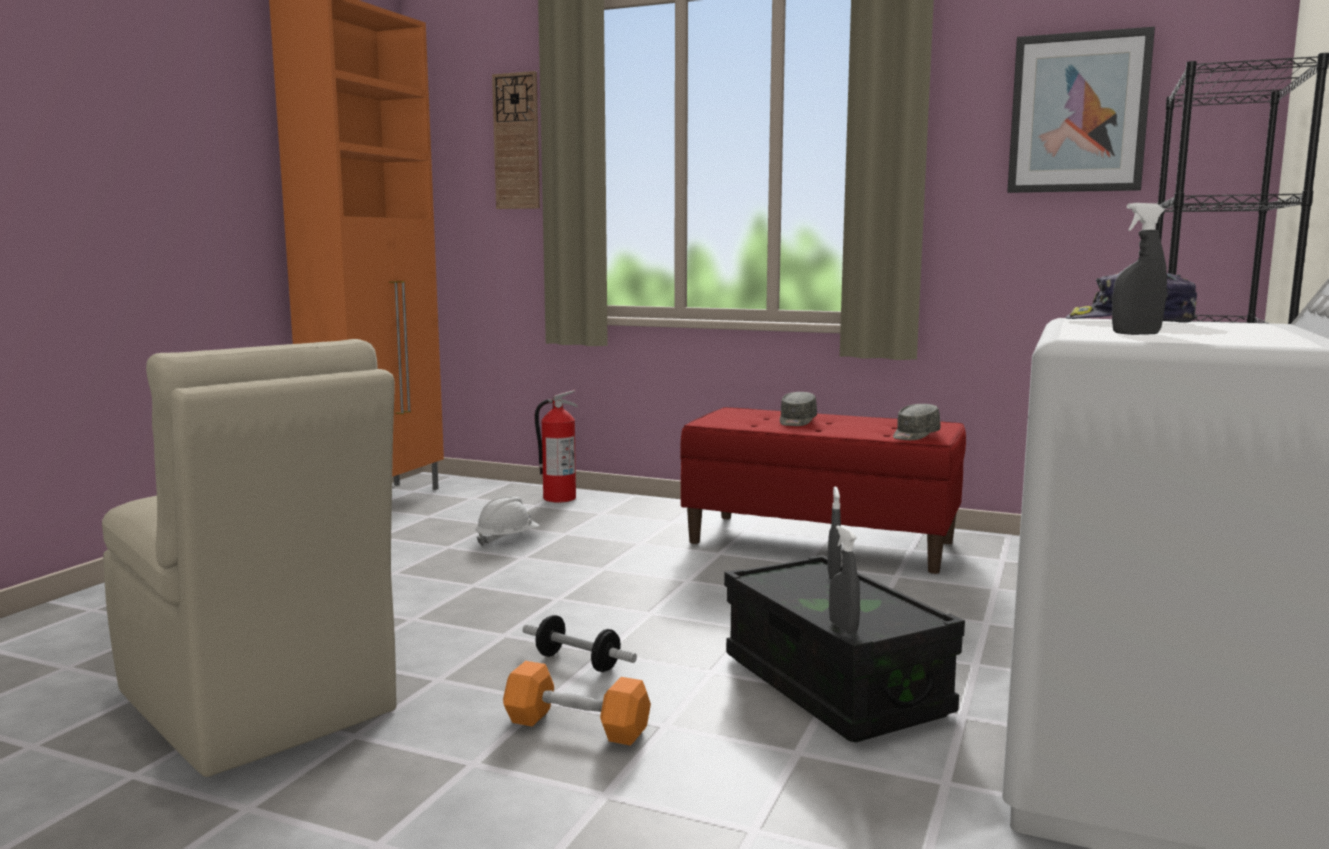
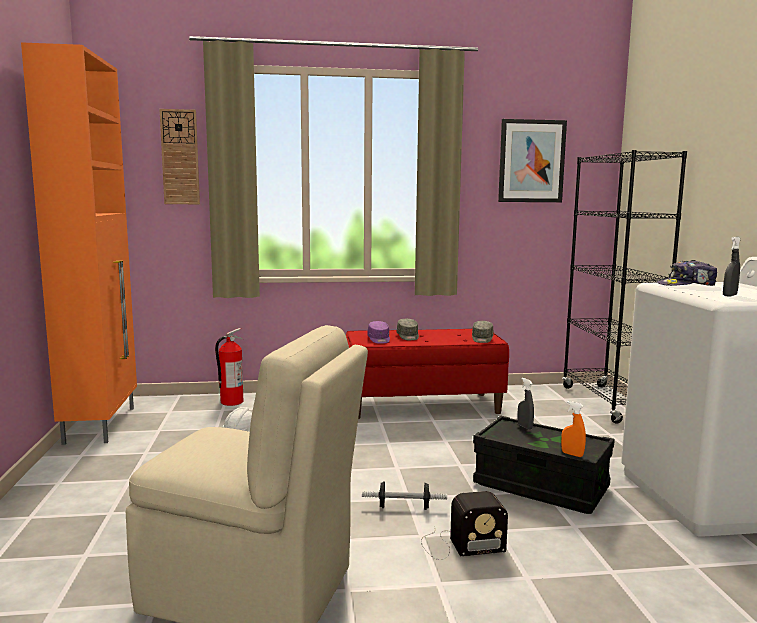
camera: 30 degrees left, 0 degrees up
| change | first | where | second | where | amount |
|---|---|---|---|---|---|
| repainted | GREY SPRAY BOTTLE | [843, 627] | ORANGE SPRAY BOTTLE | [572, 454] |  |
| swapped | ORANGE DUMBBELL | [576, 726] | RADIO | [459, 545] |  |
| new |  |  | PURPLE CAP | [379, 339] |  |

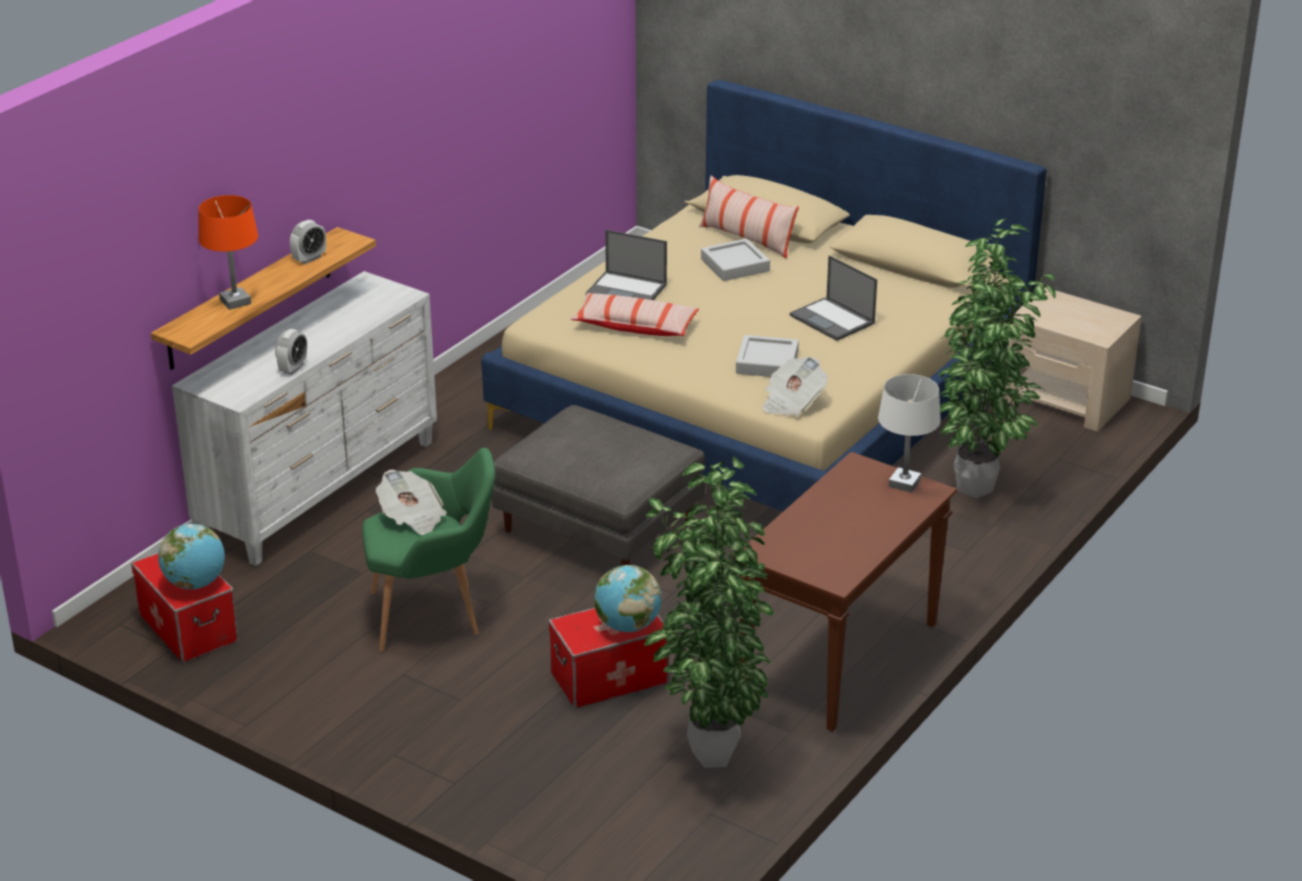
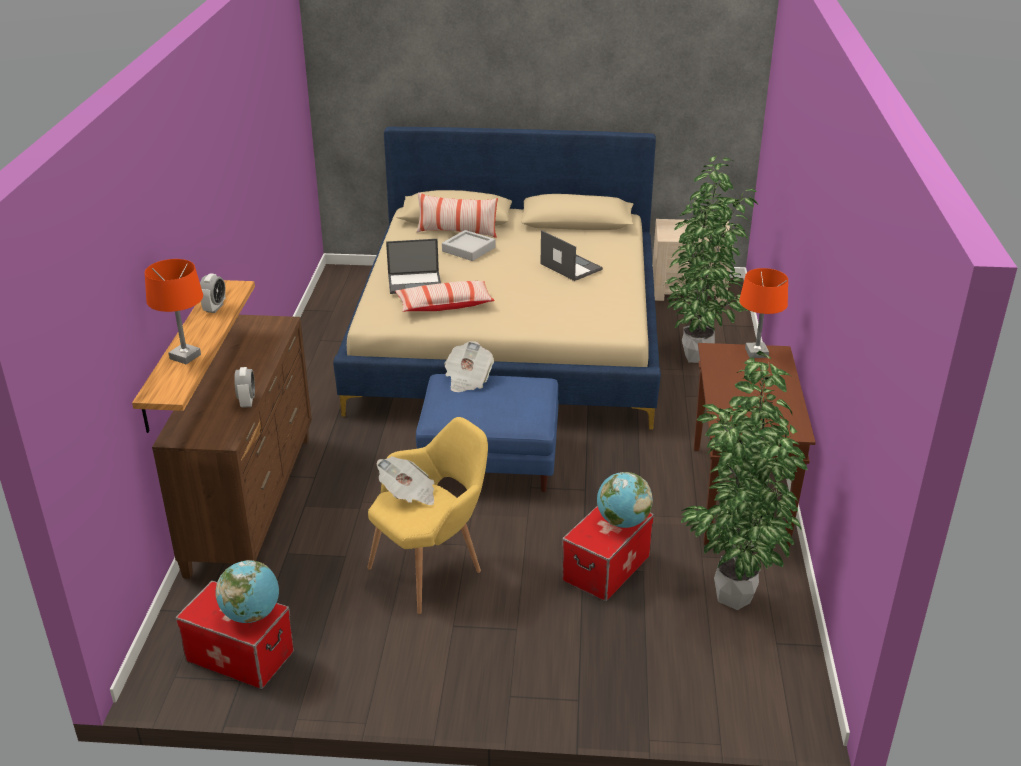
camera: 30 degrees left, 0 degrees up
| change | first | where | second | where | amount |
|---|---|---|---|---|---|
| rotated | LAPTOP | [833, 320] |  | [570, 266] | 150 degrees counterclockwise |
| repainted | WHITE DRESSER | [320, 490] | BROWN DRESSER | [253, 502] |  |
| gone | GREY TRAY | [767, 362] |  |  |  |
| shifted | NEWSPAPER | [792, 402] |  | [467, 379] |  |
| repainted | WHITE TABLE LAMP | [904, 483] | ORANGE TABLE LAMP | [756, 353] |  |
| repainted | GREY OTTOMAN | [601, 528] | BLUE OTTOMAN | [491, 461] |  |
| repainted | GREEN ARMCHAIR | [434, 615] | YELLOW ARMCHAIR | [433, 569] |  |

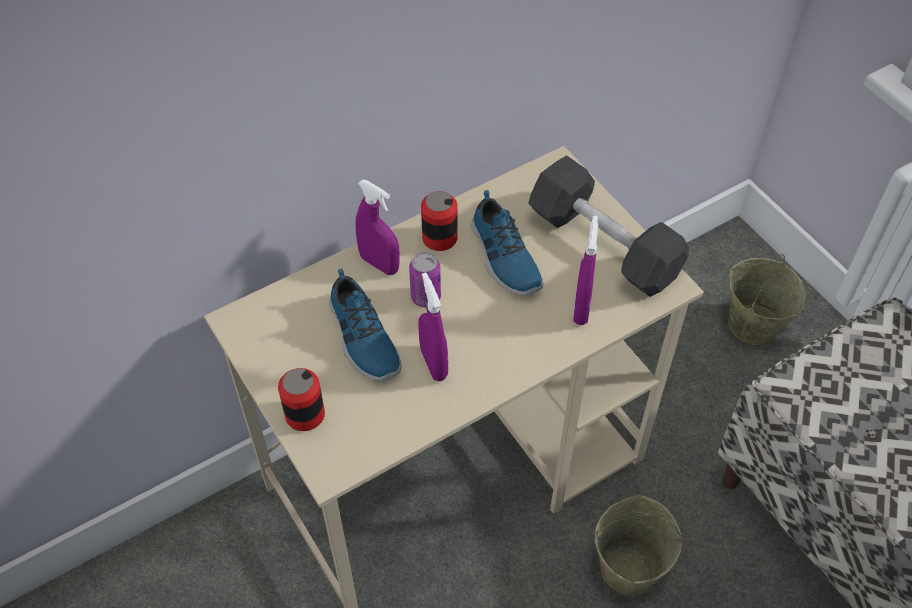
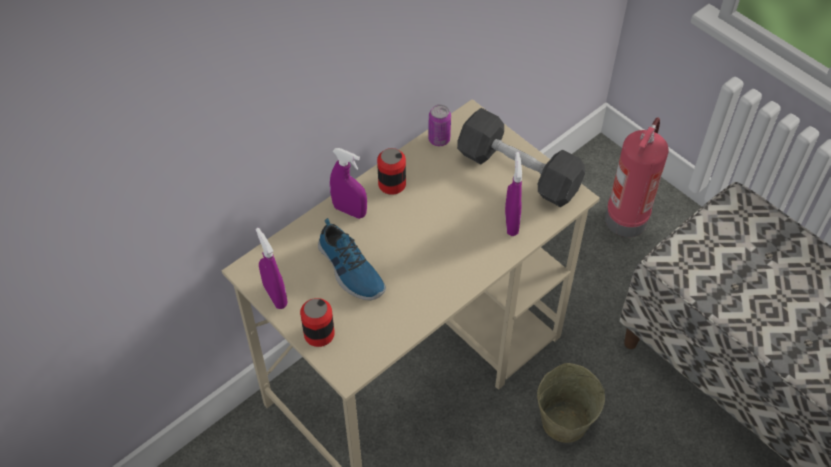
camera: 10 degrees left, 0 degrees up
| change | first | where | second | where | amount |
|---|---|---|---|---|---|
| gone | SHOE | [503, 257] |  |  |  |
| shifted | CAN | [425, 297] |  | [439, 139] |  |
| swapped | BEIGE BUCKET | [752, 324] | FIRE EXTINGUISHER | [626, 218] |  |
| shifted | PURPLE SPRAY BOTTLE | [433, 363] |  | [275, 296] |  |

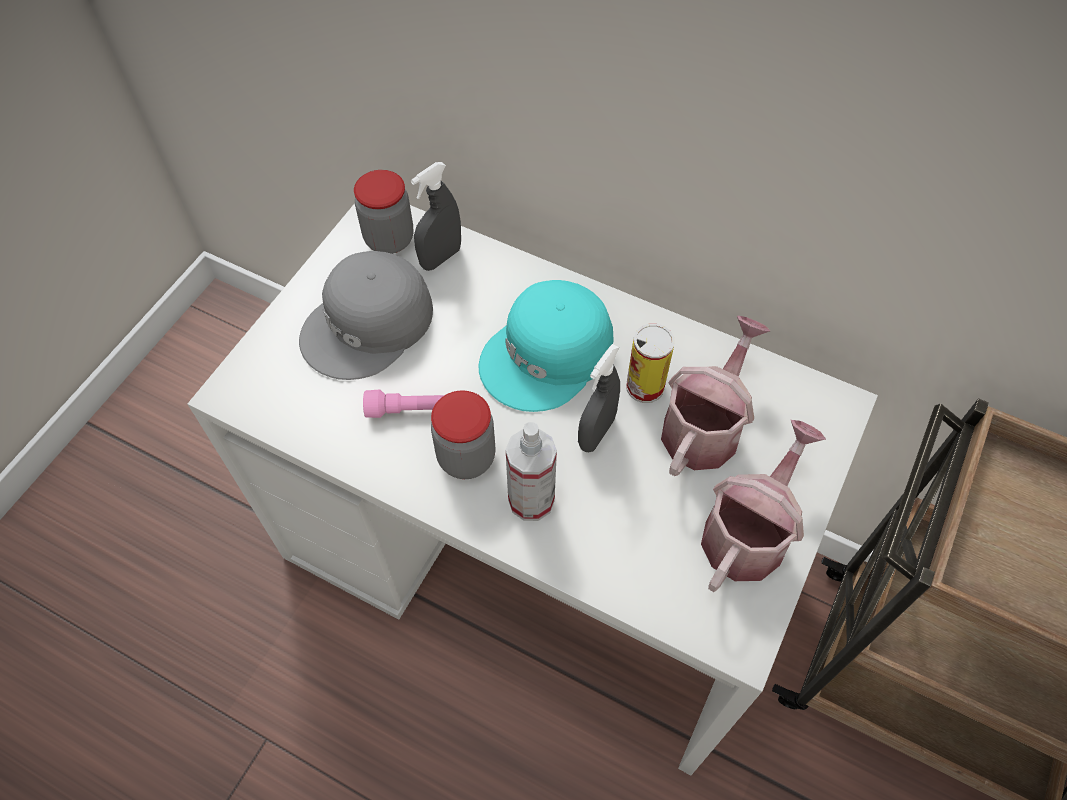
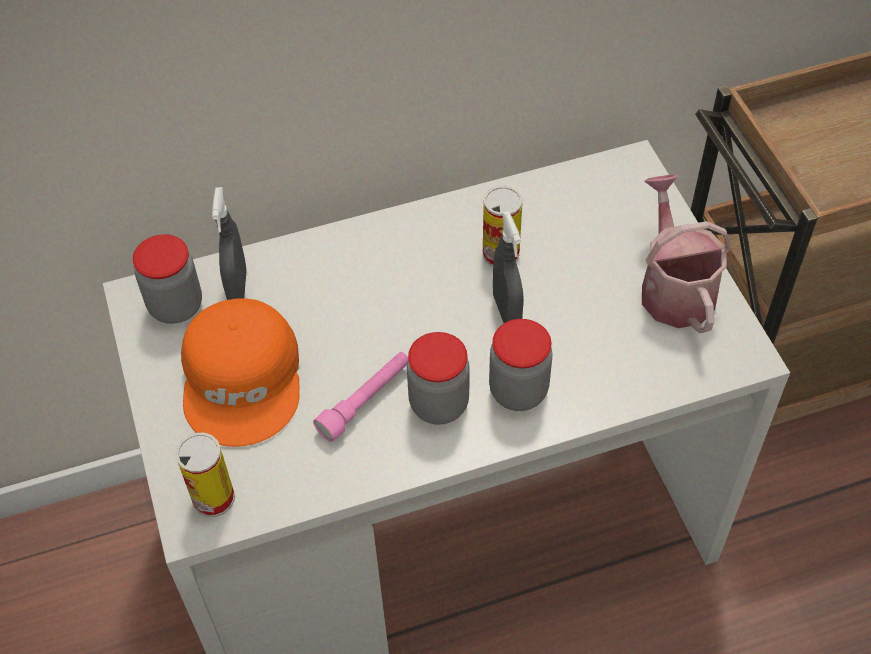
camera: 45 degrees left, 5 degrees down
| change | first | where | second | where | amount |
|---|---|---|---|---|---|
| repainted | GREY CAP | [369, 325] | ORANGE CAP | [244, 379] |  |
| gone | TURQUOISE CAP | [548, 355] |  |  |  |
| gone | WATERING CAN | [705, 426] |  |  |  |
| swapped | SPRAY BOTTLE | [531, 500] | JAR | [518, 391] |  |
| new |  |  | CAN | [213, 498] |  |

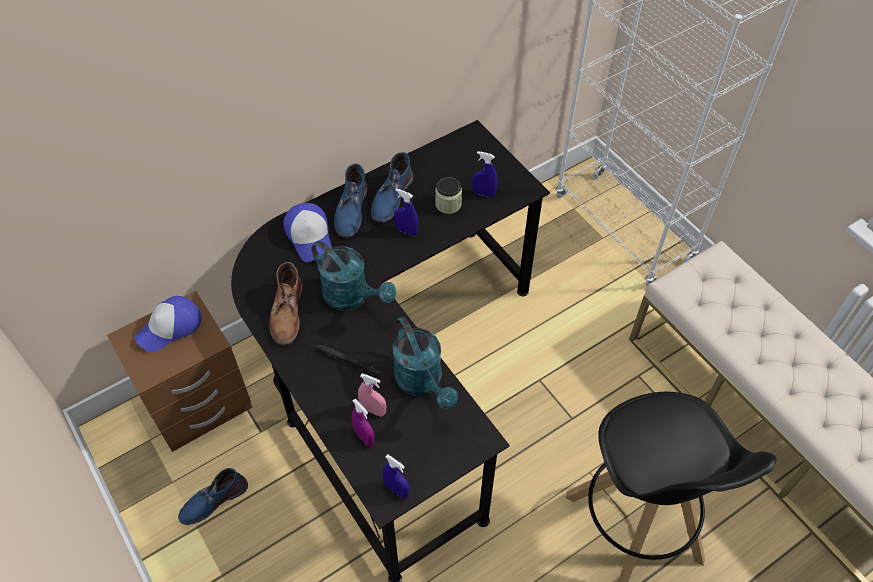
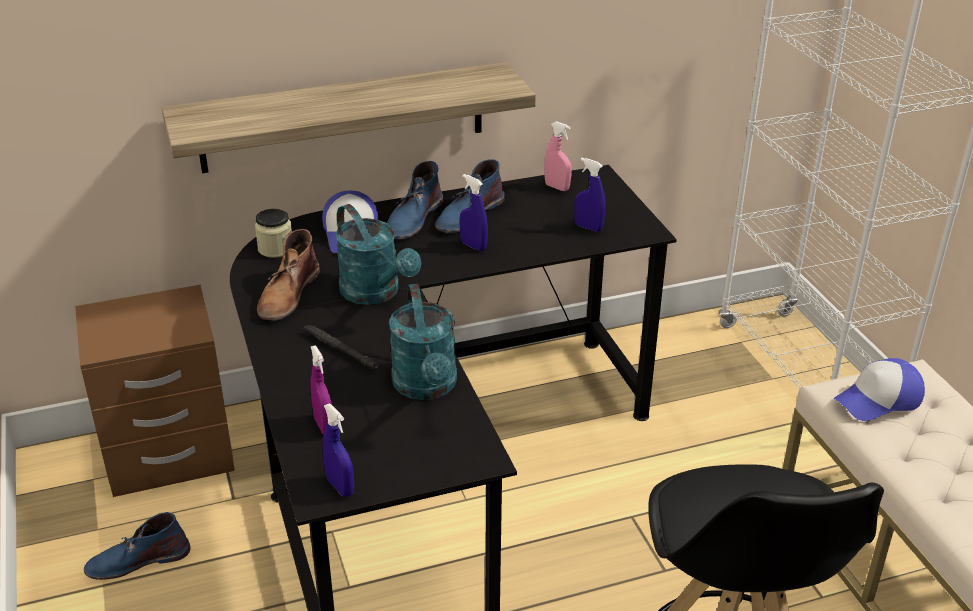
camera: 15 degrees right, 20 degrees down
| change | first | where | second | where | amount |
|---|---|---|---|---|---|
| shifted | JAR | [448, 204] |  | [275, 248] |  |
| shifted | CAP | [170, 328] |  | [879, 400] |  |
| shifted | PINK SPRAY BOTTLE | [373, 410] |  | [557, 187] |  |
| new |  |  | SHELF | [343, 117] |  |

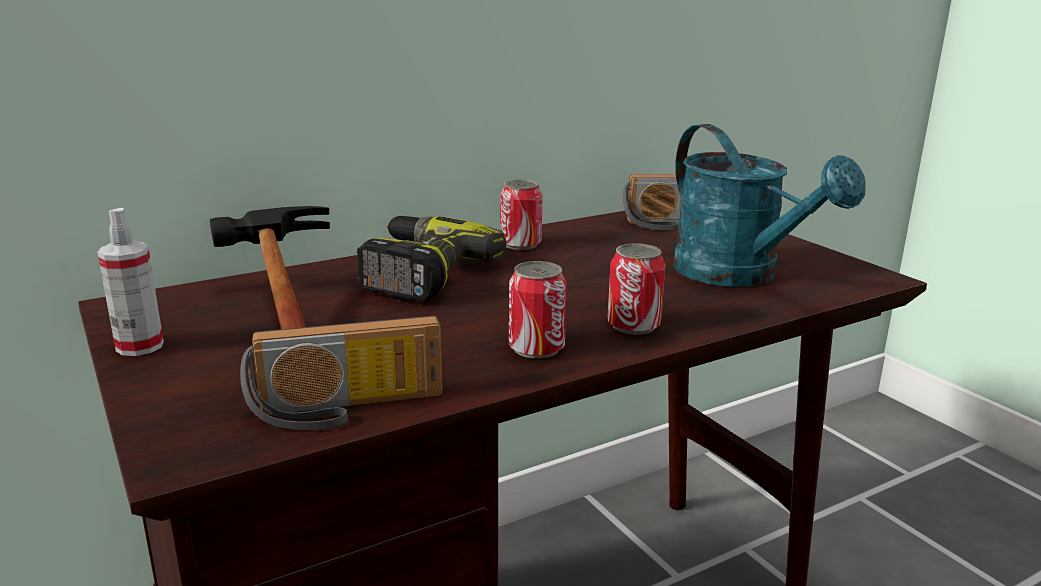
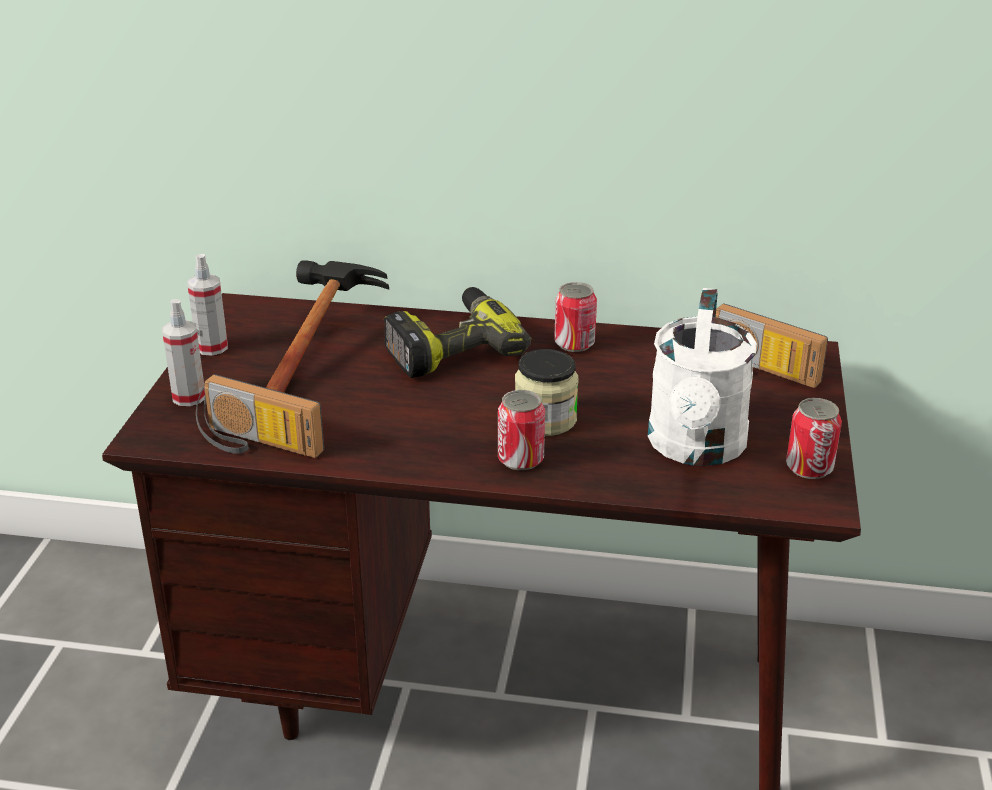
camera: 40 degrees right, 10 degrees up
| change | first | where | second | where | amount |
|---|---|---|---|---|---|
| repainted | TURQUOISE WATERING CAN | [739, 275] | WHITE WATERING CAN | [696, 448] |  |
| shifted | CAN | [536, 348] |  | [809, 468] |  |
| new |  |  | SPRAY BOTTLE | [189, 397] |  |
| new |  |  | JAR | [545, 420] |  |

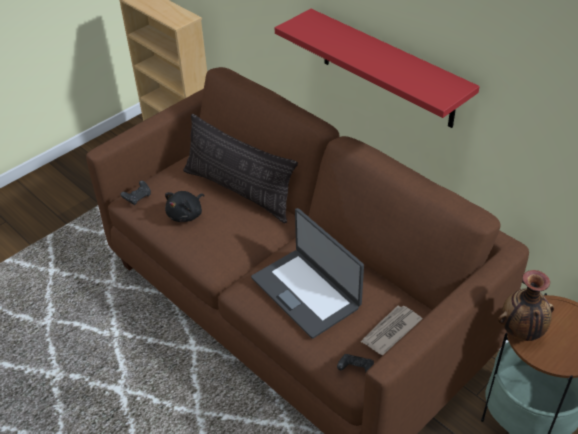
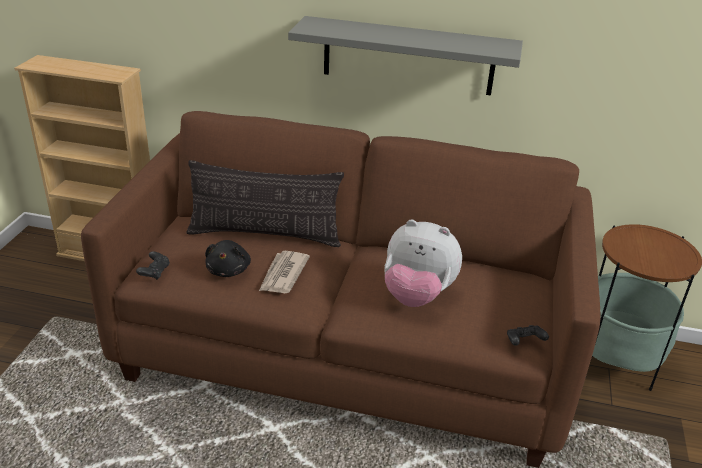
camera: 35 degrees left, 10 degrees down
| change | first | where | second | where | amount |
|---|---|---|---|---|---|
| repainted | RED SHELF | [387, 69] | GREY SHELF | [408, 56] |  |
| swapped | LAPTOP | [306, 292] | PLUSH TOY | [417, 295] |  |
| gone | VASE | [521, 331] |  |  |  |
| shifted | NEWSPAPER | [391, 332] |  | [283, 274] |  |

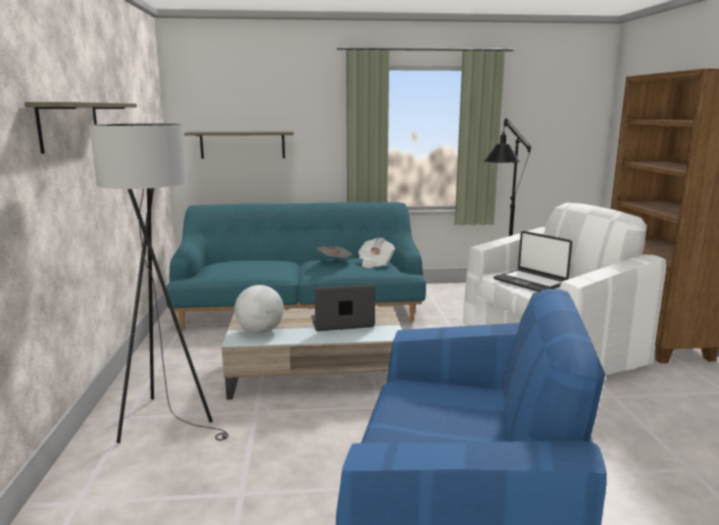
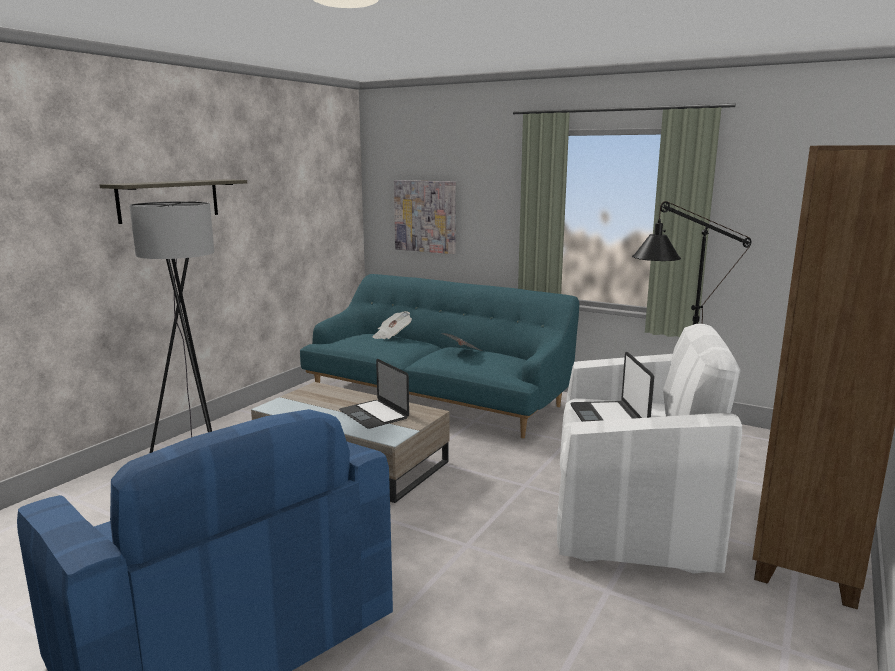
camera: 35 degrees right, 0 degrees up
| change | first | where | second | where | amount |
|---|---|---|---|---|---|
| swapped | SHELF | [242, 145] | PICTURE | [425, 216] |  |
| shifted | NEWSPAPER | [375, 263] |  | [392, 336] |  |
| rotated | LAPTOP | [342, 322] |  | [374, 414] | 150 degrees counterclockwise |
| gone | GLOBE | [260, 331] |  |  |  |

